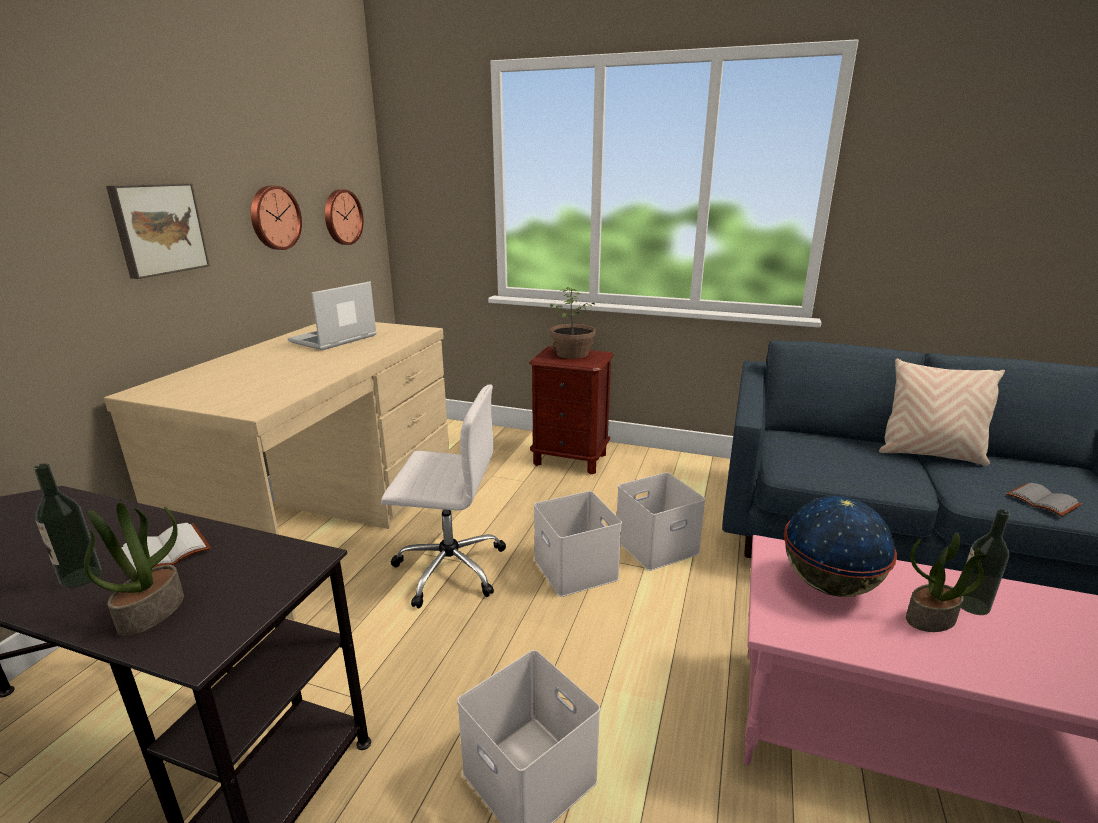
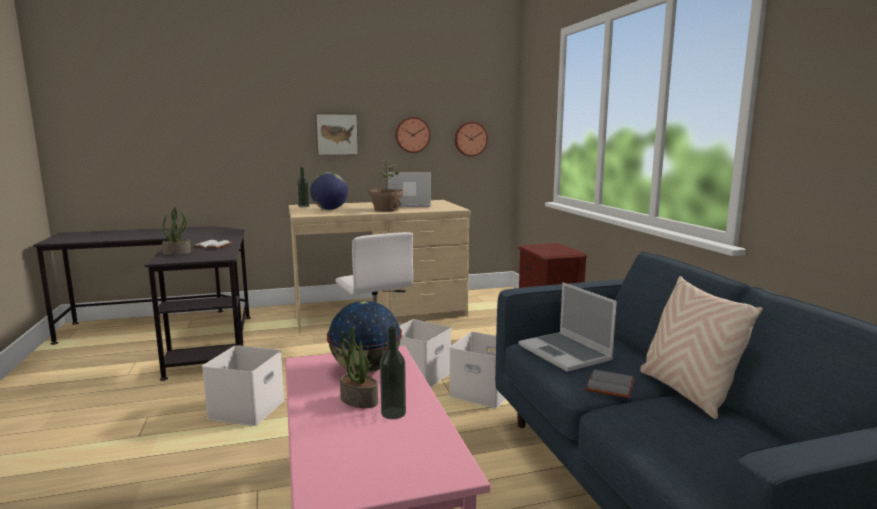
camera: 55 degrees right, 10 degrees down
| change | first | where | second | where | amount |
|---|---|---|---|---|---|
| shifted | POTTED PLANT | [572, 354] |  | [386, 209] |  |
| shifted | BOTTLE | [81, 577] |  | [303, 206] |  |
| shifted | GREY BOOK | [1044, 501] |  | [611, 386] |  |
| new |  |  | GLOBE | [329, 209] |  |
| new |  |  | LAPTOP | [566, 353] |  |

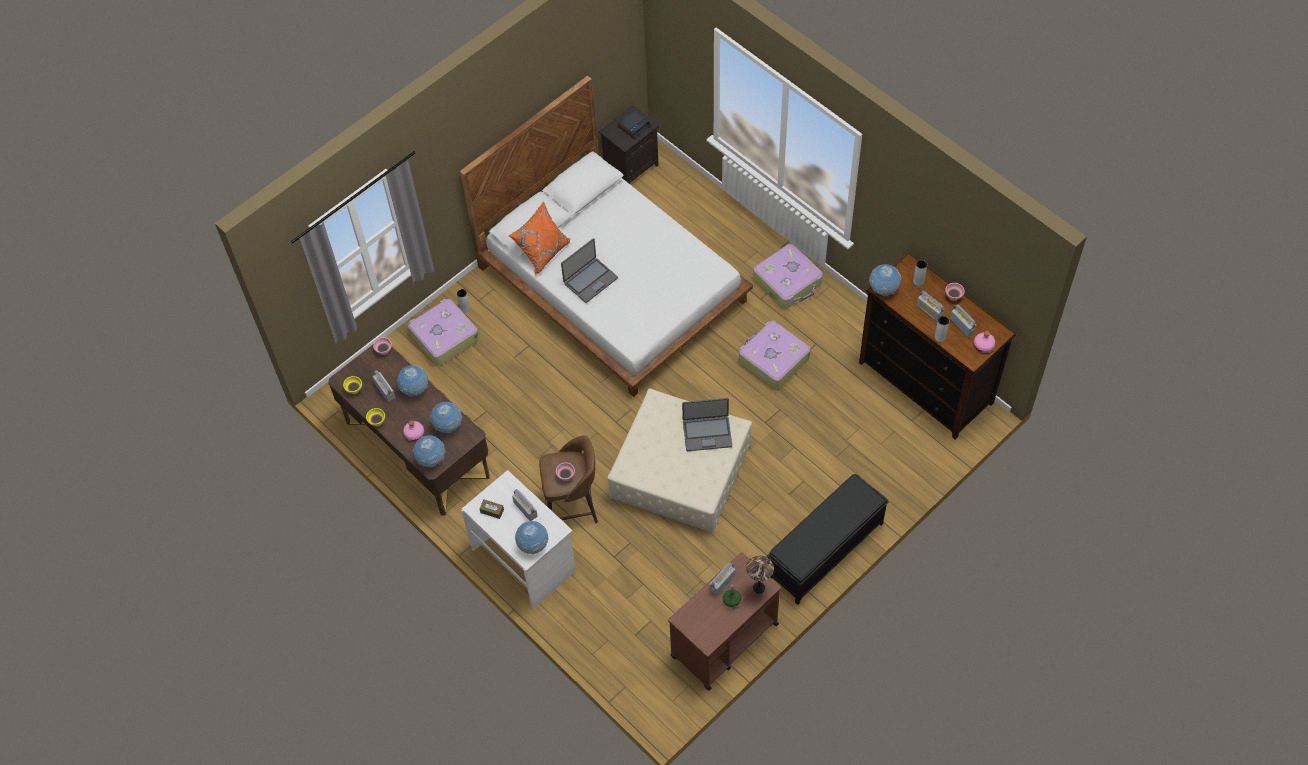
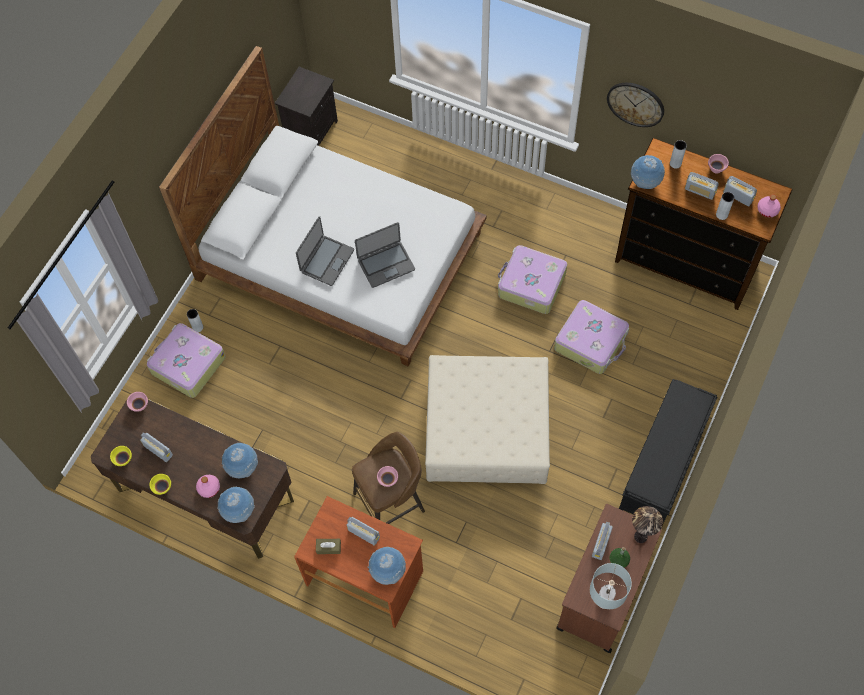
camera: 20 degrees left, 5 degrees up
| change | first | where | second | where | amount |
|---|---|---|---|---|---|
| gone | ALARM CLOCK | [634, 126] |  |  |  |
| gone | ORANGE PILLOW | [542, 251] |  |  |  |
| shifted | SUITCASE | [788, 282] |  | [591, 341] |  |
| gone | GLOBE | [415, 389] |  |  |  |
| shifted | LAPTOP | [707, 433] |  | [386, 264] |  |
| repainted | WHITE DESK | [524, 559] | BROWN DESK | [365, 577] |  |
| new |  |  | WALL CLOCK | [635, 104] |  |
| new |  |  | GREY TABLE LAMP | [604, 601] |  |

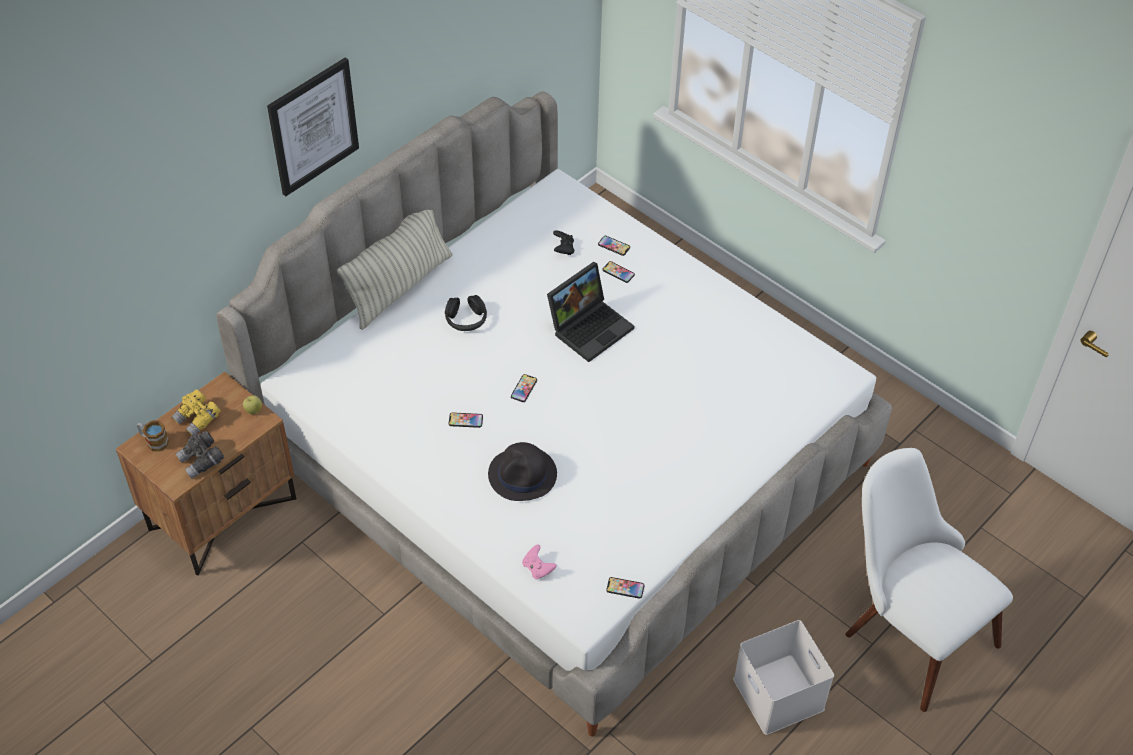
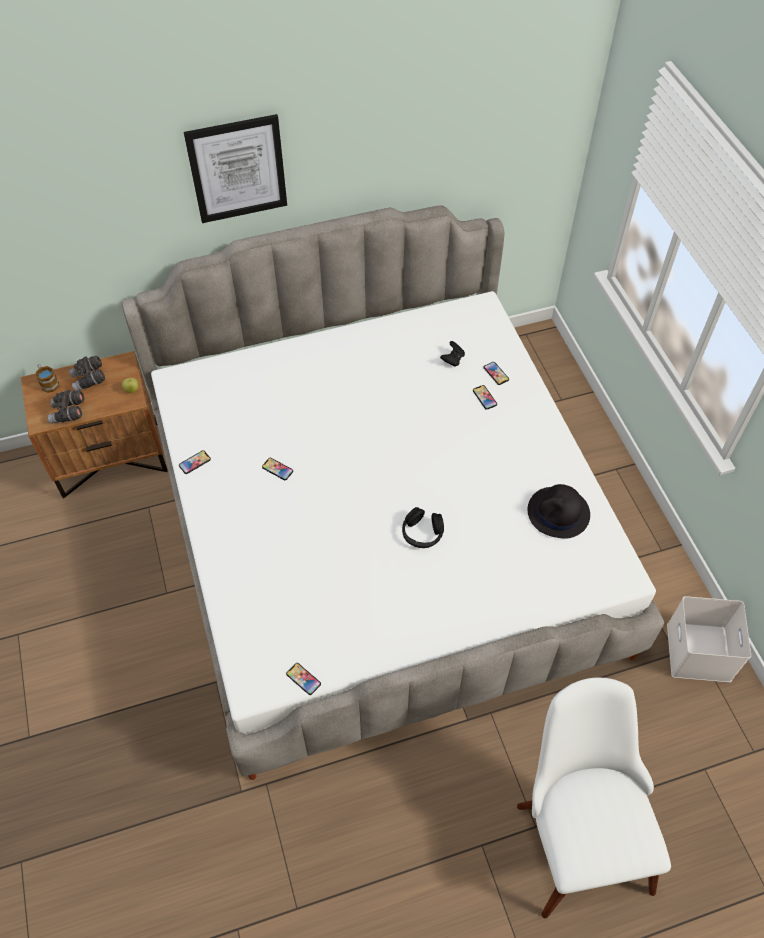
camera: 30 degrees right, 5 degrees up
| change | first | where | second | where | amount |
|---|---|---|---|---|---|
| gone | PILLOW | [400, 287] |  |  |  |
| gone | LAPTOP | [590, 326] |  |  |  |
| shifted | BLACK HEADPHONES | [466, 320] |  | [422, 533] |  |
| shifted | PHONE | [524, 388] |  | [194, 462] |  |
| repainted | YELLOW BINOCULARS | [198, 419] | GREY BINOCULARS | [89, 380] |  |
| shifted | BLACK HAT | [523, 475] |  | [558, 513] |  |
| gone | PINK GAME CONTROLLER | [538, 568] |  |  |  |
| shifted | WHITE STORAGE BOX | [780, 694] |  | [700, 653] |  |

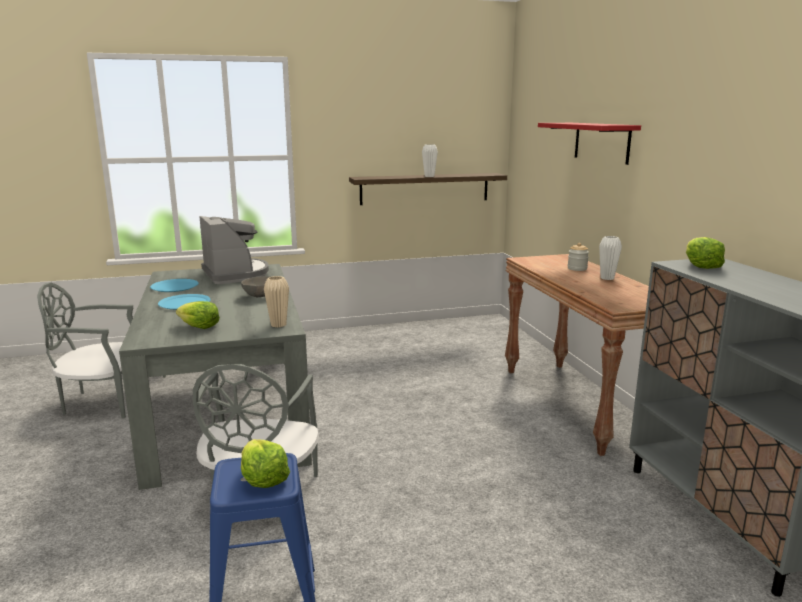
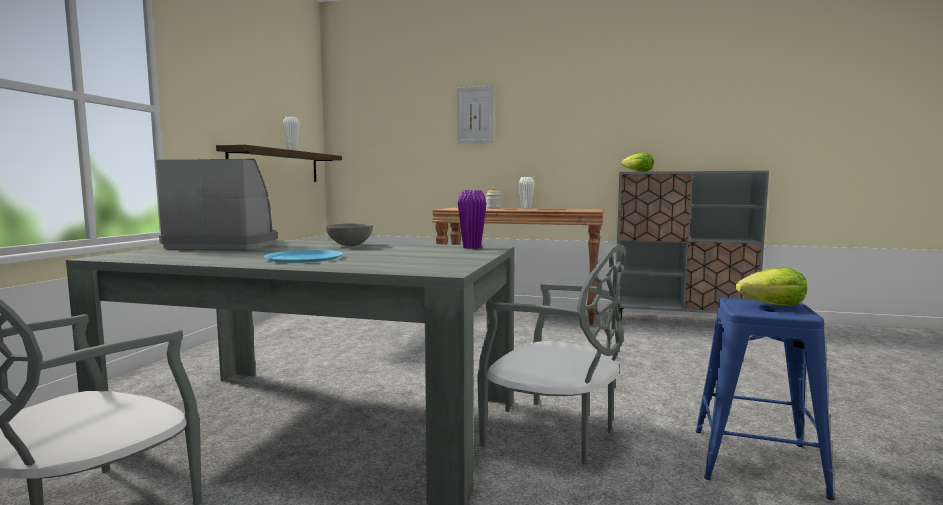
camera: 60 degrees left, 10 degrees down
| change | first | where | second | where | amount |
|---|---|---|---|---|---|
| swapped | RED SHELF | [601, 142] | PICTURE | [475, 115] |  |
| repainted | BEIGE VASE | [278, 325] | PURPLE VASE | [472, 247] |  |
| gone | BLUE PLATE | [174, 286] |  |  |  |
| gone | LETTUCE | [199, 327] |  |  |  |

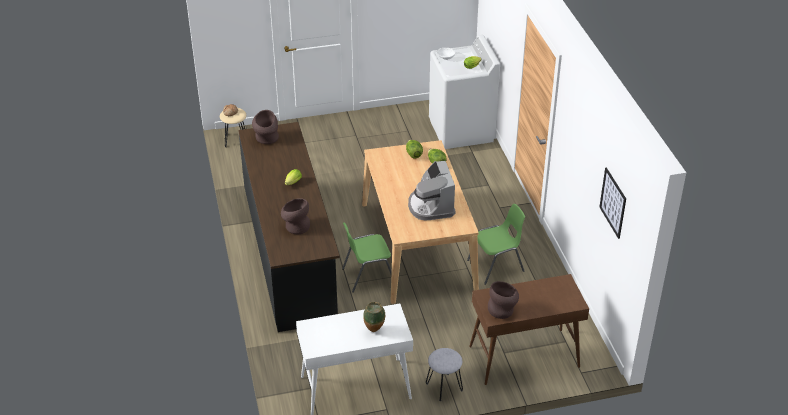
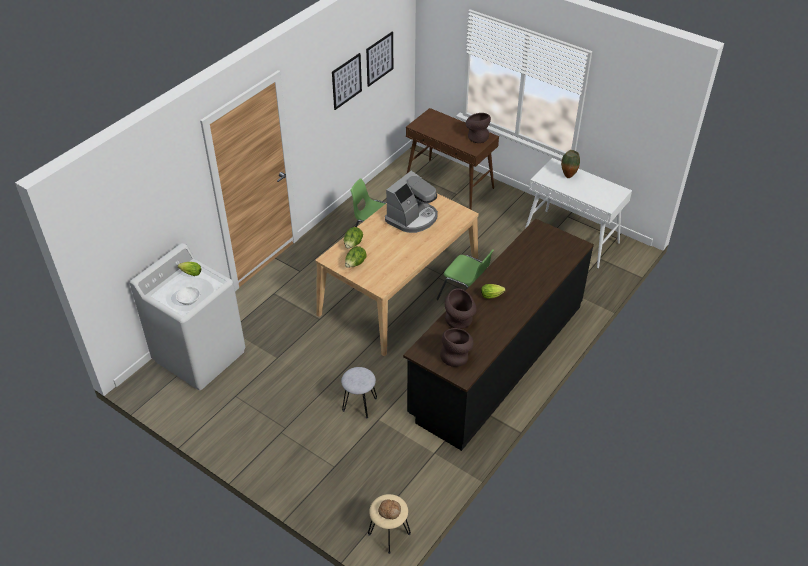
camera: 130 degrees left, 5 degrees up
| change | first | where | second | where | amount |
|---|---|---|---|---|---|
| shifted | BROWN VASE | [296, 226] |  | [459, 321] |  |
| shifted | GREY STOOL | [444, 387] |  | [359, 404] |  |
| new |  |  | PICTURE | [346, 81] |  |

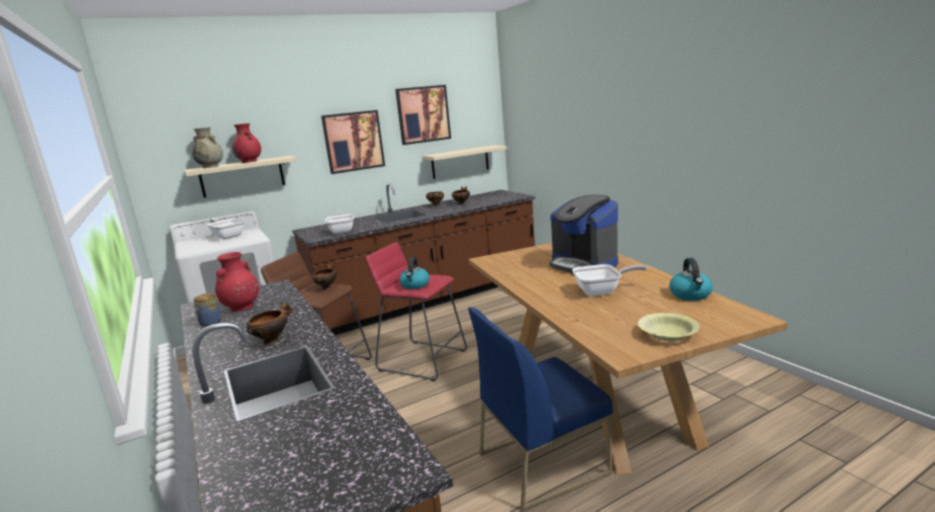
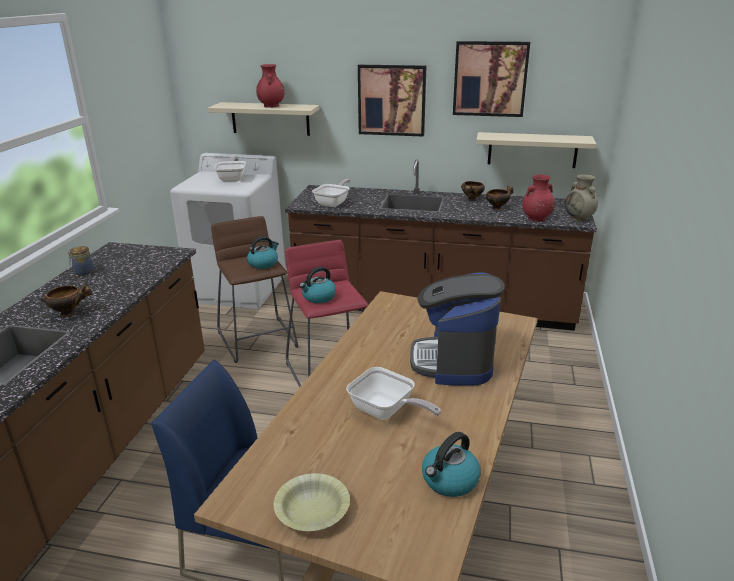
camera: 40 degrees right, 10 degrees up
| change | first | where | second | where | amount |
|---|---|---|---|---|---|
| shifted | BEIGE VASE | [211, 167] |  | [579, 218] |  |
| shifted | RED VASE | [241, 307] |  | [536, 218] |  |
| swapped | BOWL | [327, 288] | KETTLE | [263, 263] |  |

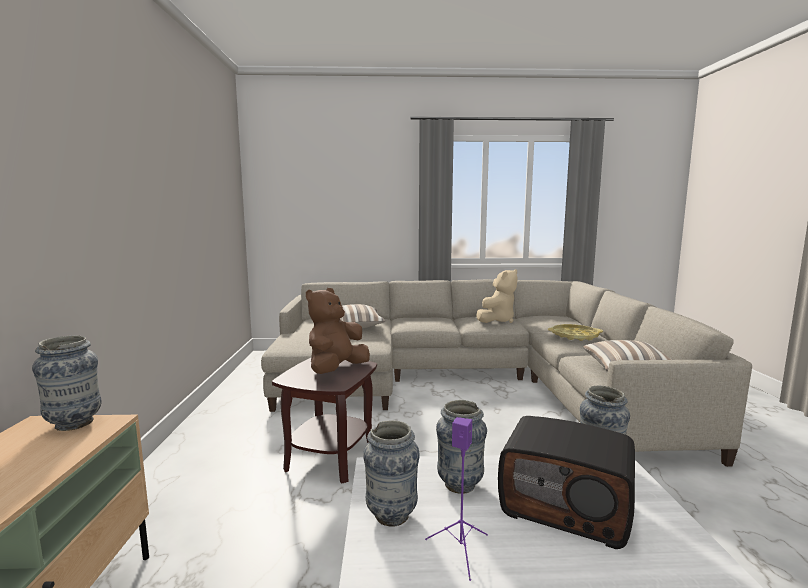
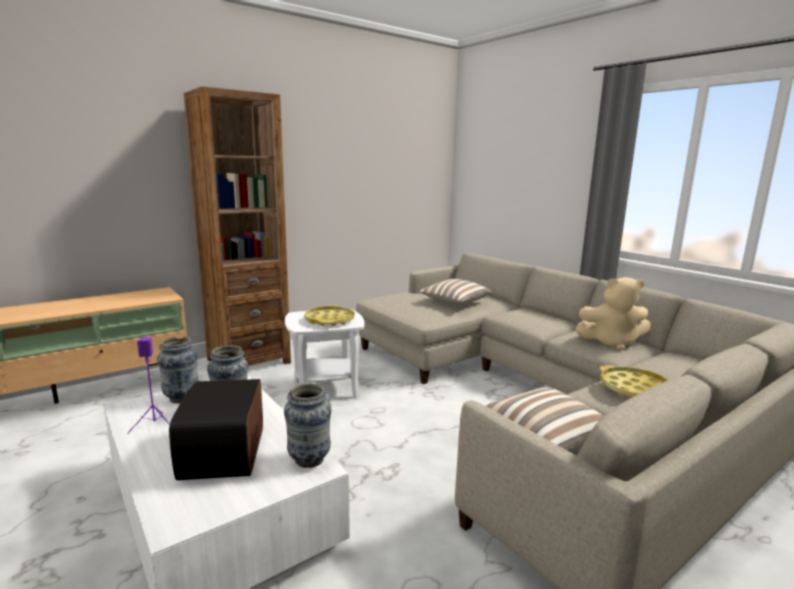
camera: 55 degrees right, 5 degrees up
| change | first | where | second | where | amount |
|---|---|---|---|---|---|
| swapped | BROWN PLUSH TOY | [336, 370] | YELLOW TRAY | [329, 320] |  |
| gone | VASE | [74, 424] |  |  |  |
| repainted | BROWN SIDE TABLE | [329, 458] | WHITE SIDE TABLE | [325, 389] |  |
| new |  |  | BROWN BOOKCASE | [248, 361] |  |

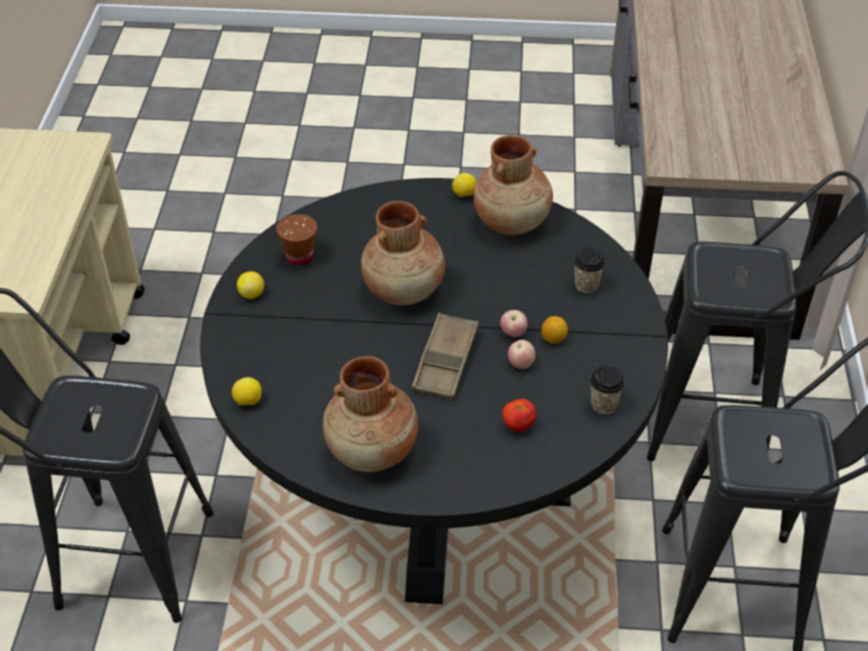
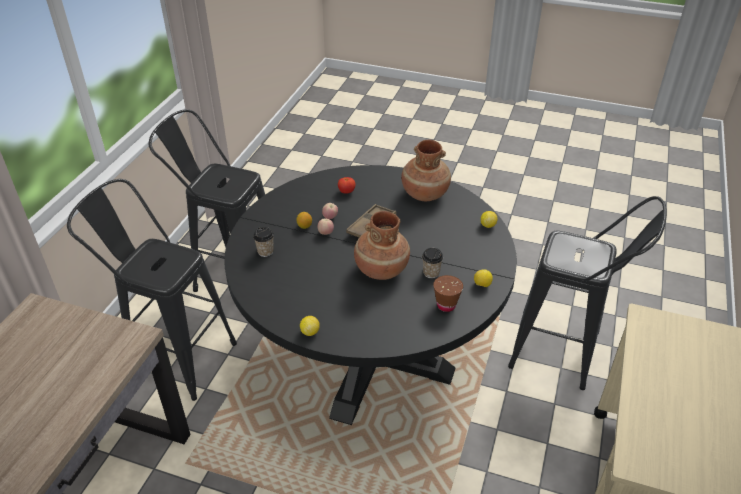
camera: 165 degrees left, 5 degrees down
| change | first | where | second | where | amount |
|---|---|---|---|---|---|
| gone | BROWN VASE | [512, 221] |  |  |  |
| shifted | CUP | [603, 404] |  | [431, 273] |  |

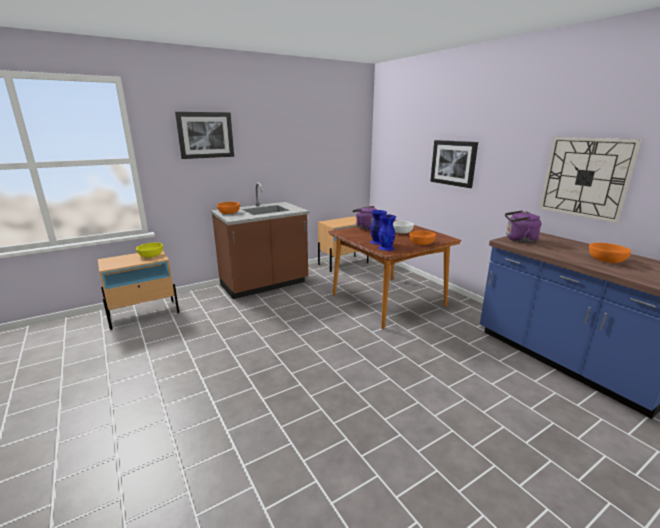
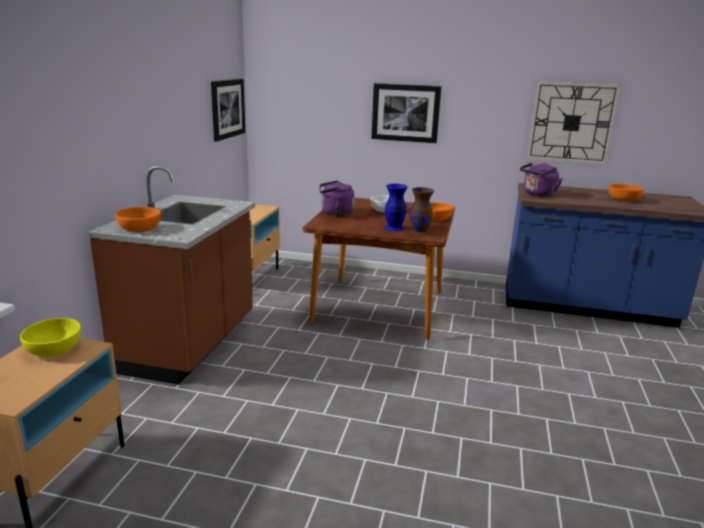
camera: 45 degrees left, 0 degrees up
| change | first | where | second | where | amount |
|---|---|---|---|---|---|
| shifted | PICTURE | [205, 135] |  | [227, 108] |  |
| repainted | BLUE VASE | [386, 248] | BROWN VASE | [420, 232] |  |

